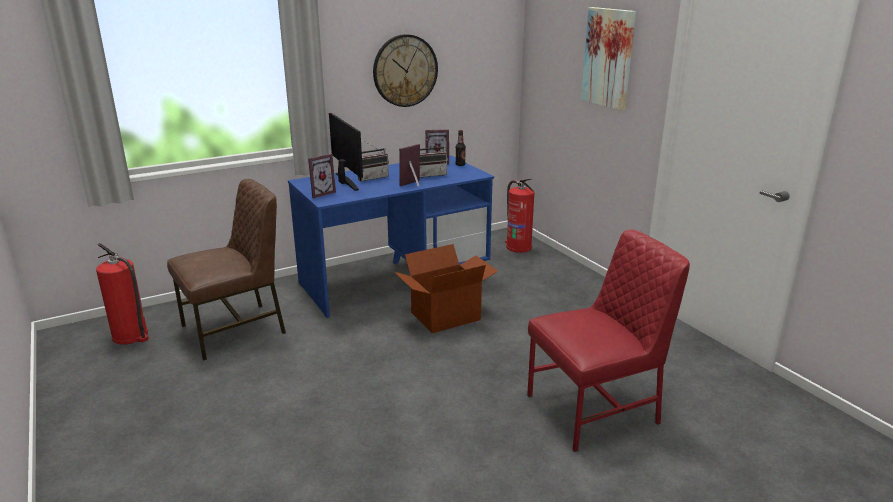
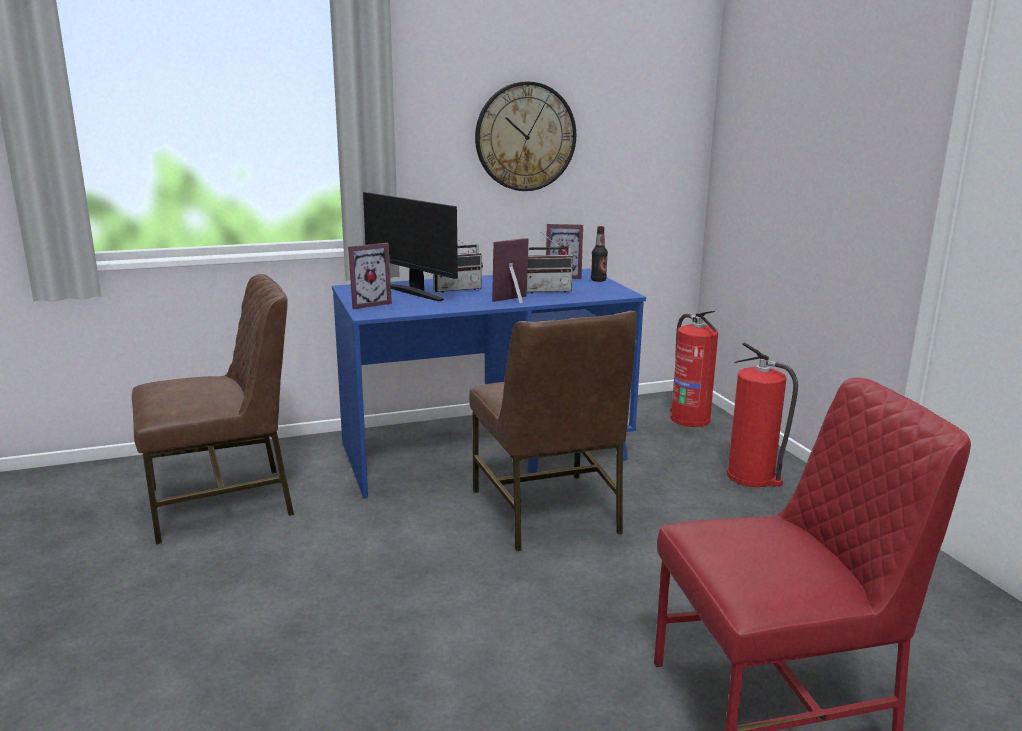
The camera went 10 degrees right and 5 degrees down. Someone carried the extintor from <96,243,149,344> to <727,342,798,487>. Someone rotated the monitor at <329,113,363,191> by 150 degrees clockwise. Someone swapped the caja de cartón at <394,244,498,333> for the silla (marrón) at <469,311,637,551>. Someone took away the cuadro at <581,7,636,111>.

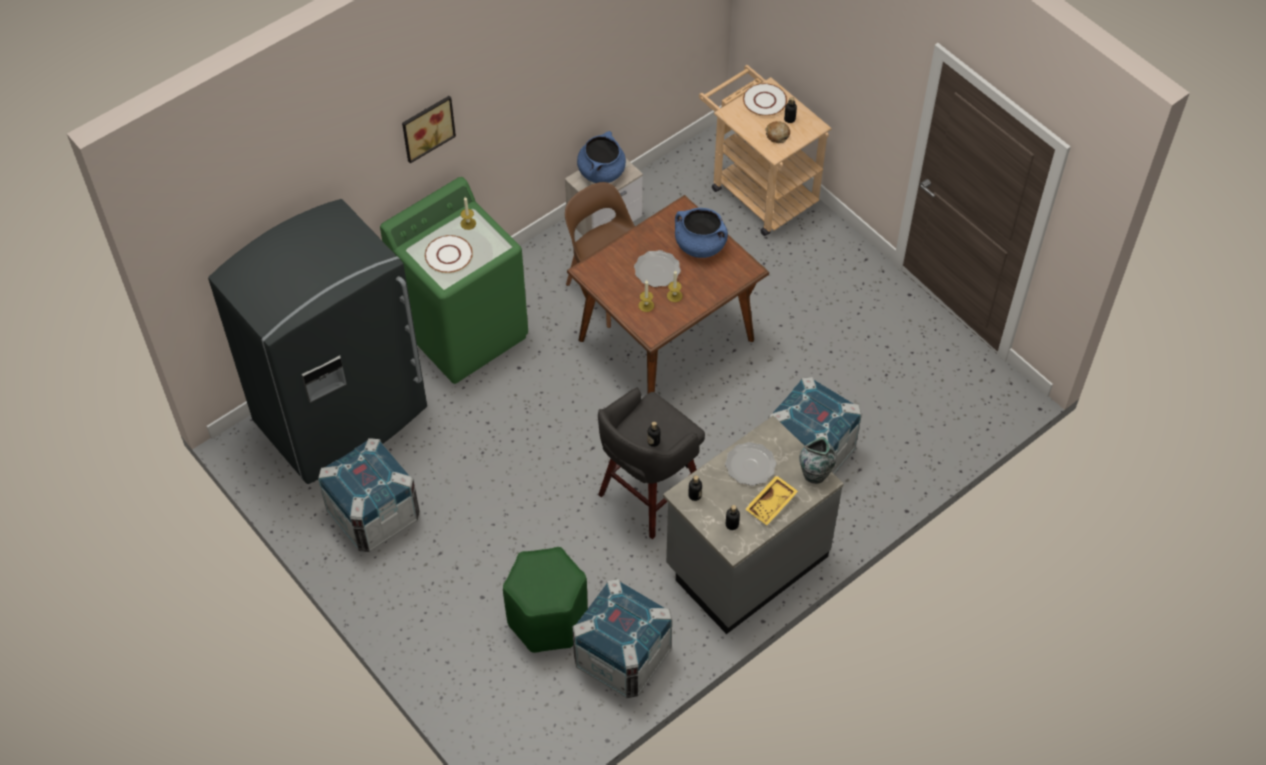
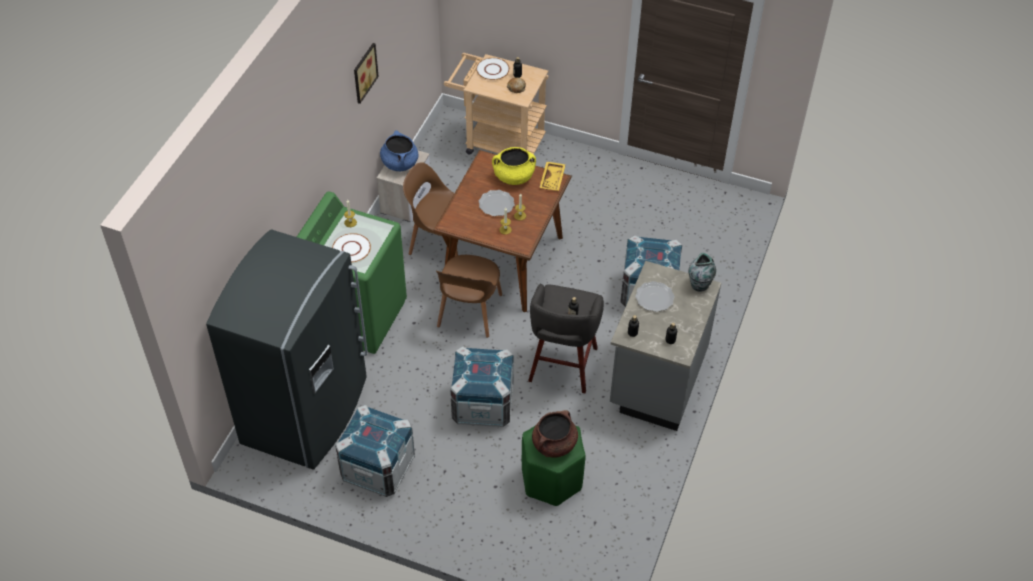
The camera went 30 degrees left and 5 degrees down. Someone carried the cuadro from <402,96,456,163> to <354,43,379,104>. Someone carried the caja de embalaje from <572,579,672,699> to <450,346,514,427>. Someone repainted the olla (azul) at <675,208,728,258>, which became the olla (amarillo) at <492,147,536,185>. Someone carried the bandeja (amarillo) from <745,475,798,525> to <539,161,566,191>. Someone put down the silla (marrón) at <436,255,502,338>. Someone put down the olla (marrón) at <532,410,578,458>.

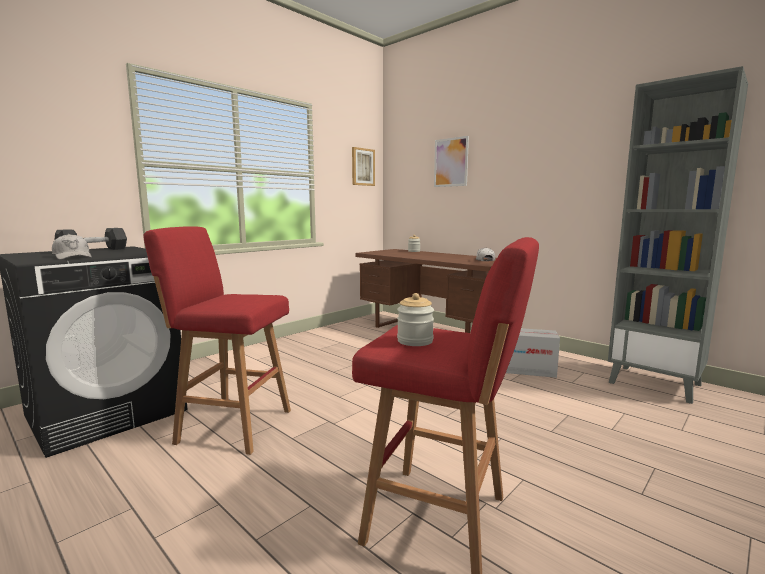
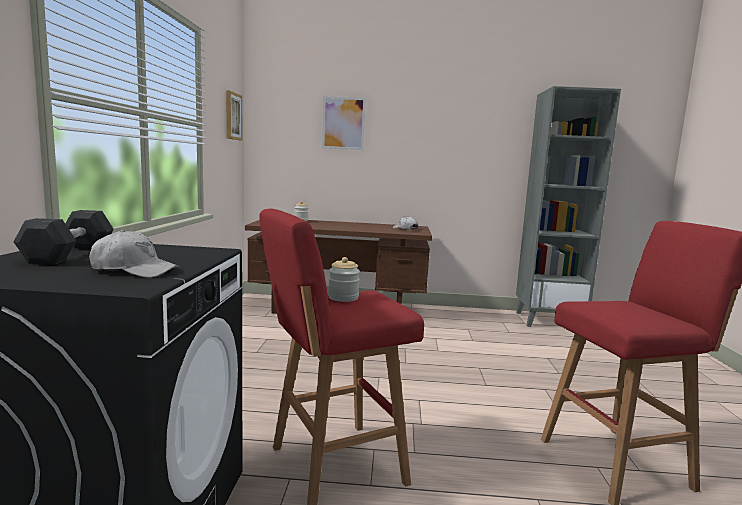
The camera went 40 degrees left and 0 degrees up. Someone carried the tarro from <397,293,434,346> to <328,257,360,302>. Someone took away the caja de cartón at <506,328,560,378>.

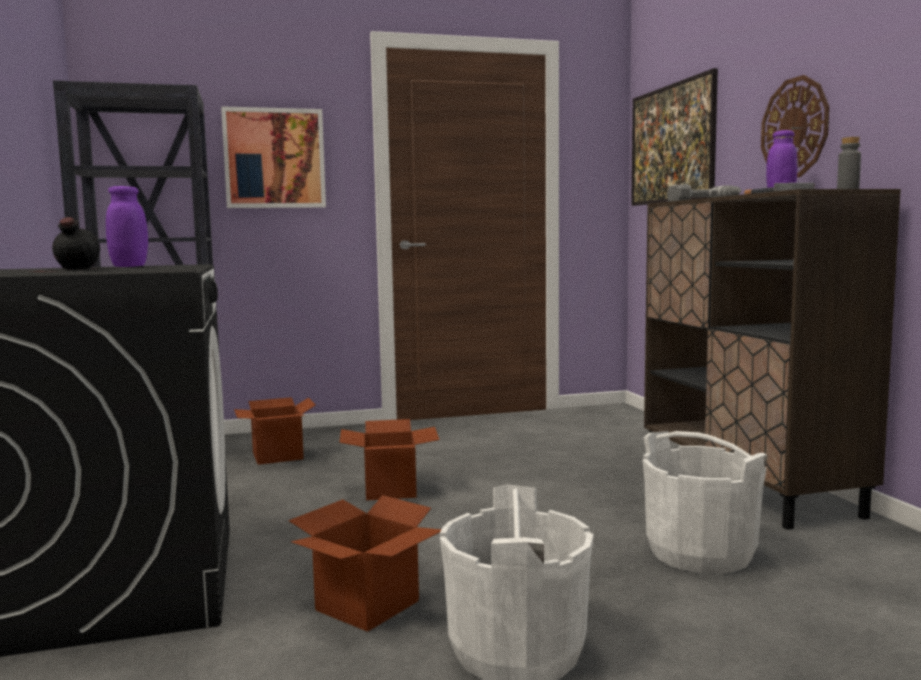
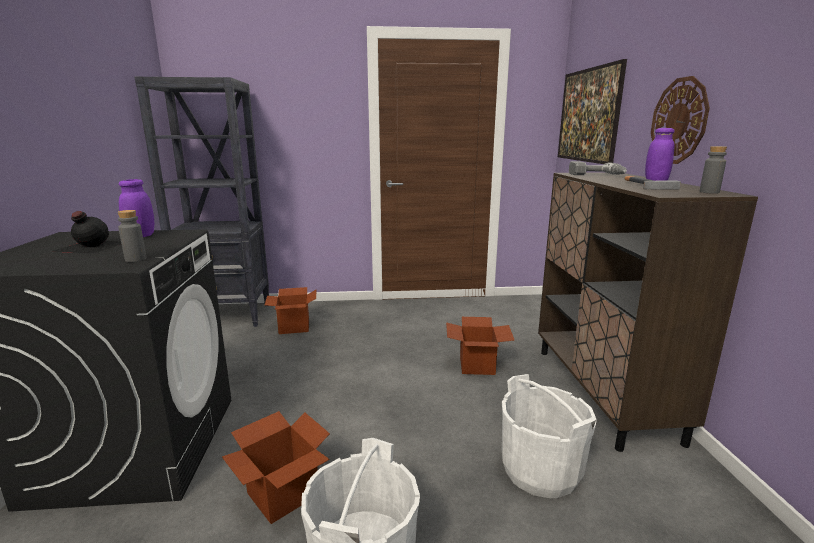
The camera went 10 degrees right and 10 degrees up. Someone took away the cuadro at <221,106,326,208>. Someone carried the caja de cartón from <339,419,439,500> to <446,317,514,375>. Someone put down the botella (gris) at <118,210,147,262>.

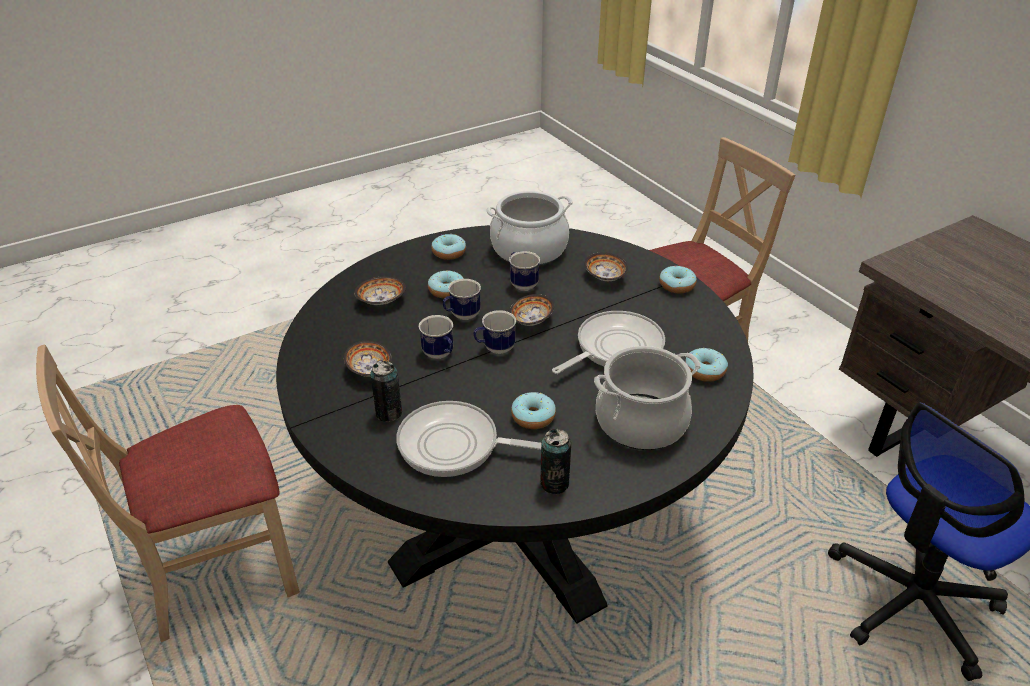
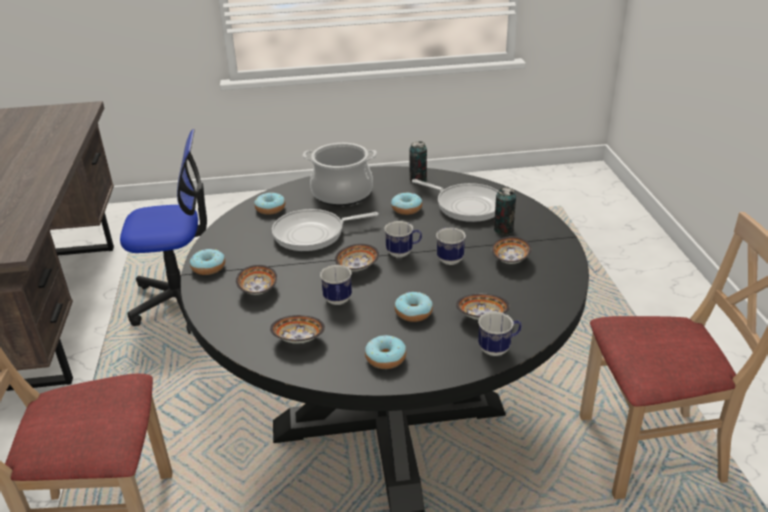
The camera went 155 degrees left and 5 degrees down. Someone carried the taza grande from <443,279,481,320> to <478,311,522,356>. Someone swapped the olla at <486,191,573,266> for the cuenco at <270,315,325,344>.

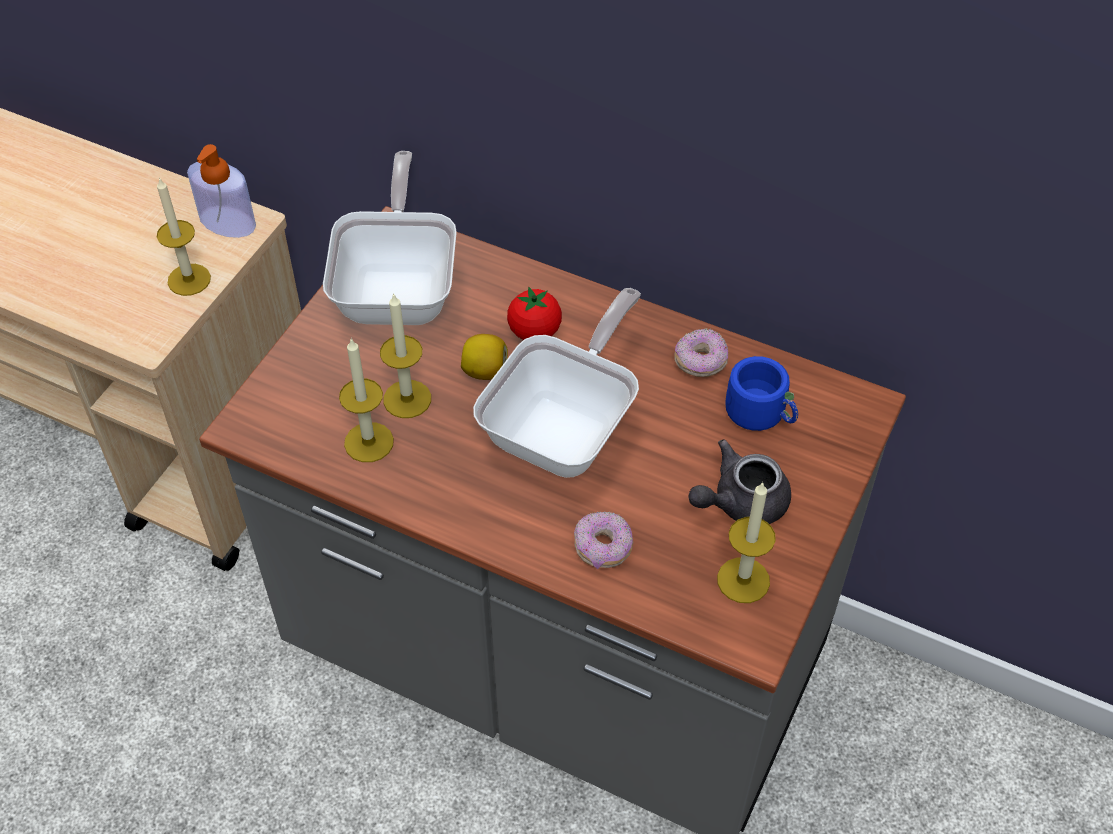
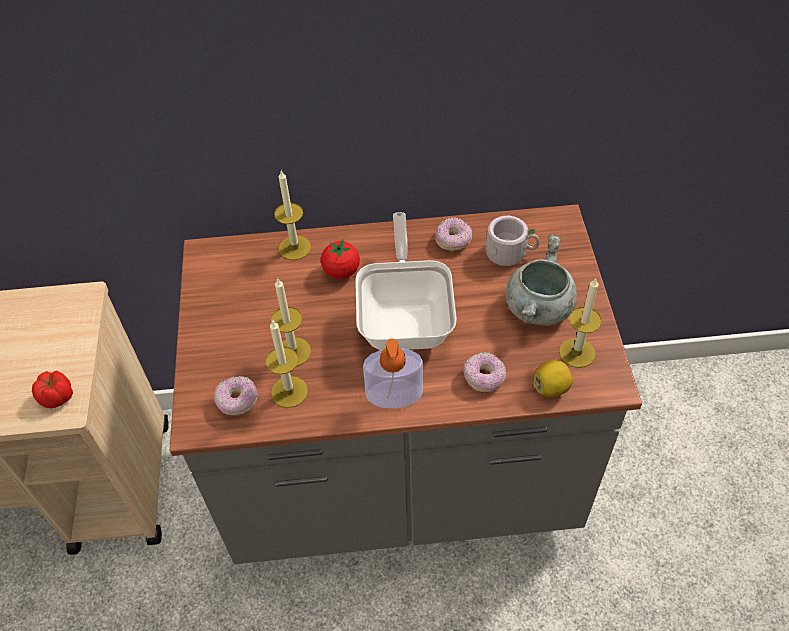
The camera went 30 degrees left and 0 degrees up. Someone carried the vela from <157,177,211,296> to <274,171,311,260>. Someone carried the dispensador de jabón from <187,144,256,238> to <363,339,423,409>. Someone took away the sartén at <323,151,457,325>. Someone carried the limón from <461,334,508,380> to <533,359,573,397>. Someone swapped the tetera (gris) at <688,439,791,524> for the olla (gris) at <506,234,577,326>. Someone repainted the taza grande (azul) at <725,356,798,431>, which became the taza grande (gris) at <485,216,540,266>. Someone put down the tomate at <32,371,73,408>. Someone put down the rosquilla at <214,376,258,415>.

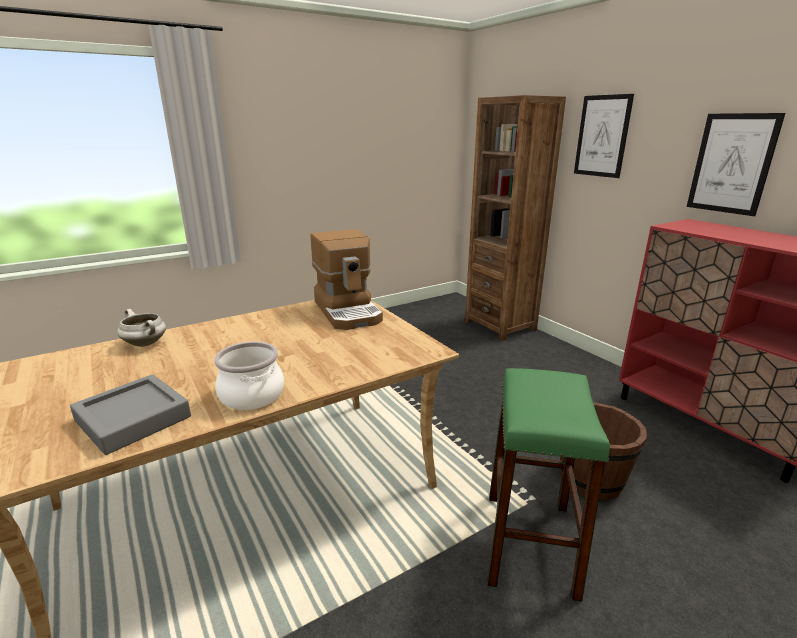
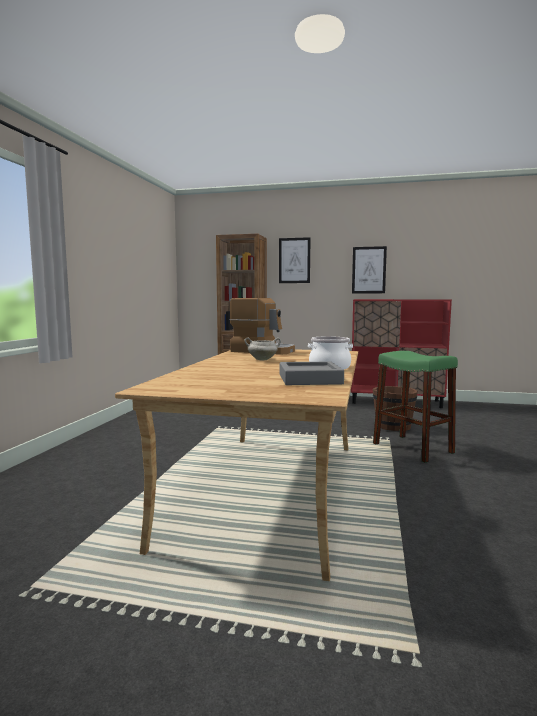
The camera went 45 degrees left and 15 degrees down. Someone carried the olla (blanco) from <117,309,166,347> to <245,338,281,361>.

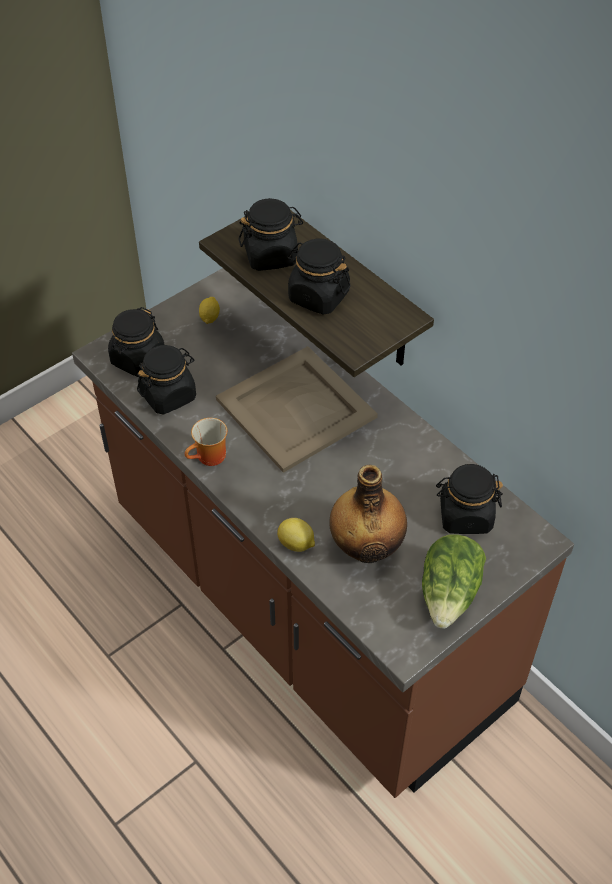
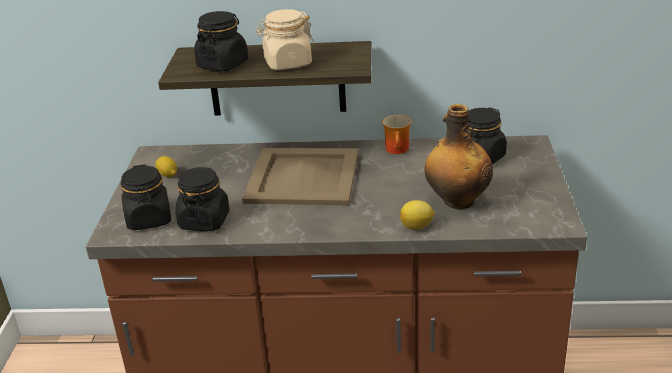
The camera went 45 degrees left and 20 degrees down. Someone carried the taza grande from <185,418,227,466> to <382,115,412,154>. Someone repainted the tarro (negro) at <287,238,350,315>, which became the tarro (beis) at <256,9,314,70>. Someone took away the lechuga at <422,535,486,629>.

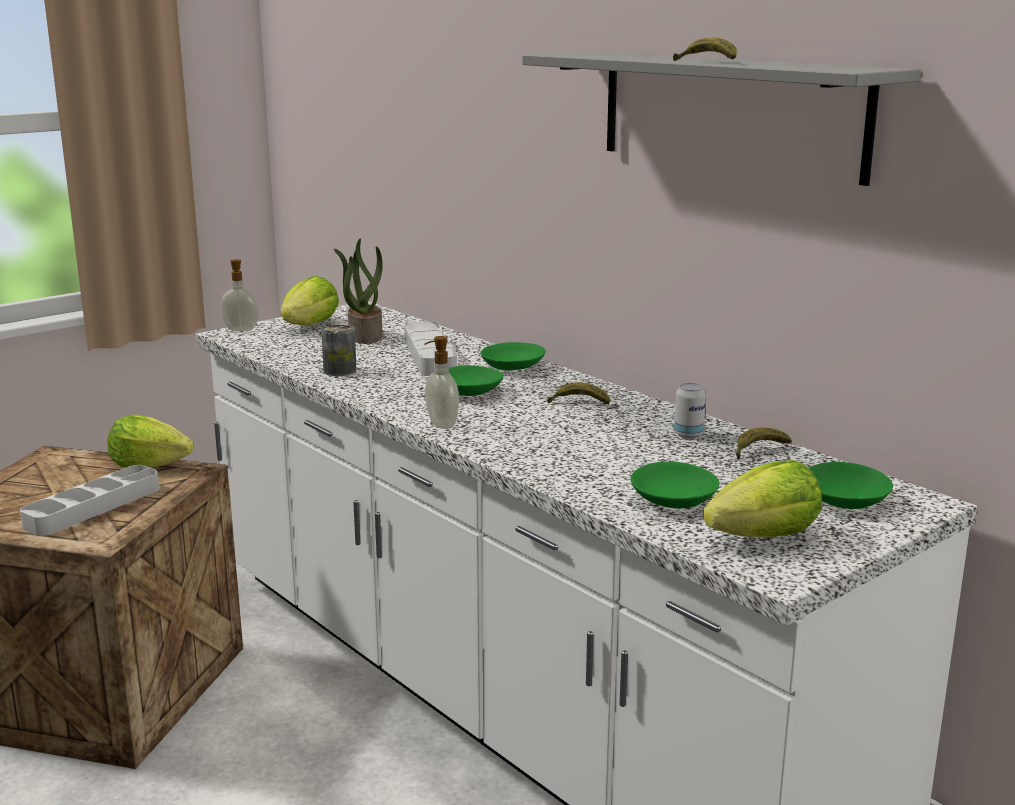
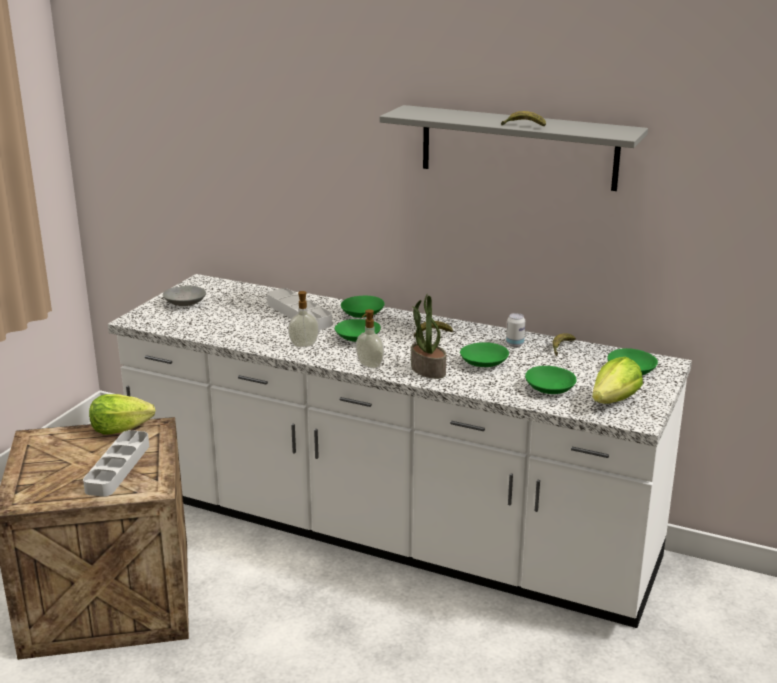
The camera went 25 degrees left and 5 degrees up. Someone carried the dispensador de jabón from <220,259,259,331> to <288,291,319,347>. Someone swapped the lechuga at <281,276,339,325> for the cuenco (gris) at <163,285,206,306>. Someone took away the lata at <321,325,357,376>. Someone carried the planta en maceta from <334,238,383,344> to <411,294,446,379>. Someone put down the cuenco (verde) at <460,342,509,367>.

